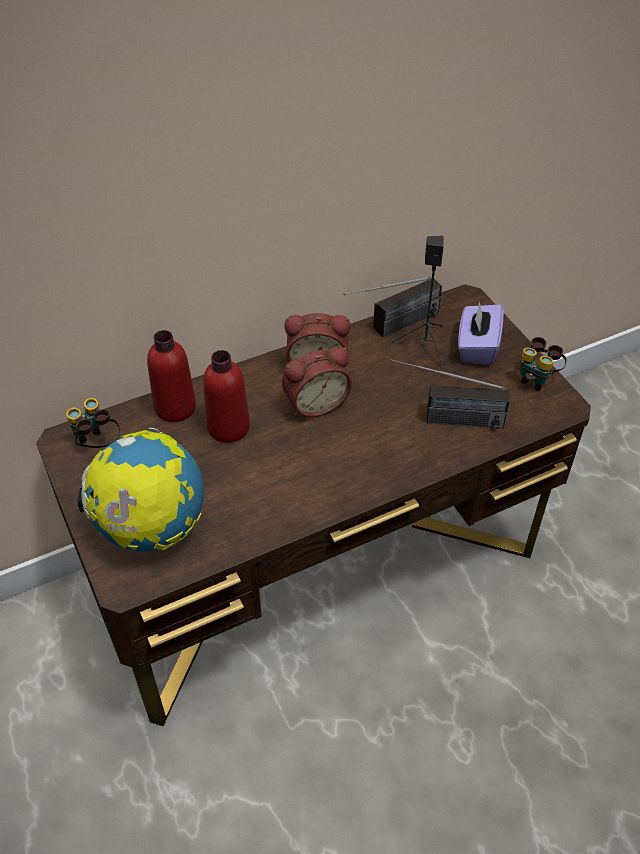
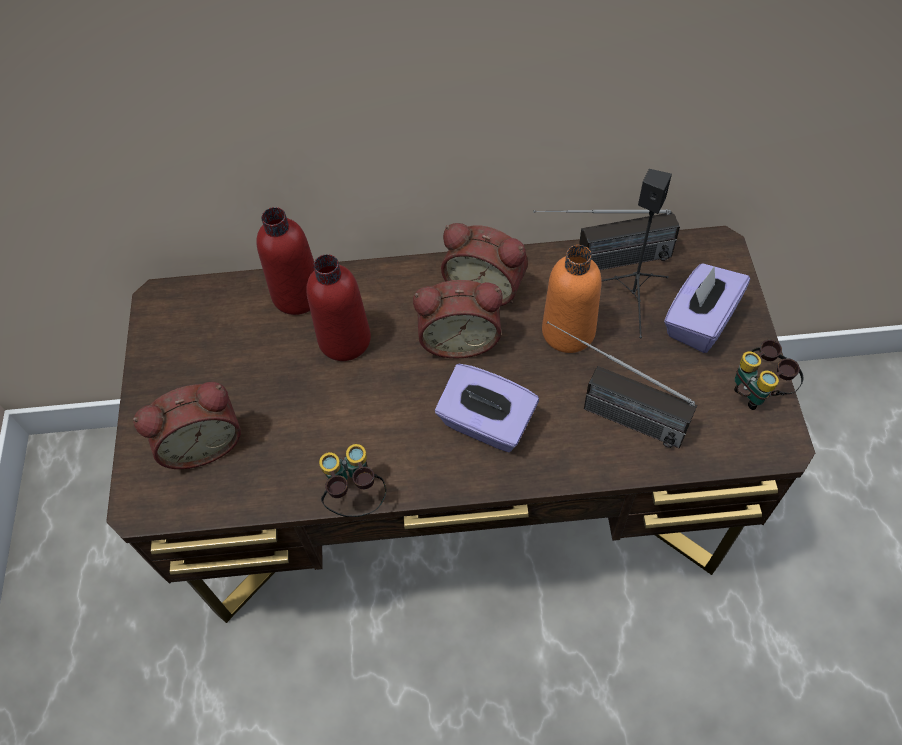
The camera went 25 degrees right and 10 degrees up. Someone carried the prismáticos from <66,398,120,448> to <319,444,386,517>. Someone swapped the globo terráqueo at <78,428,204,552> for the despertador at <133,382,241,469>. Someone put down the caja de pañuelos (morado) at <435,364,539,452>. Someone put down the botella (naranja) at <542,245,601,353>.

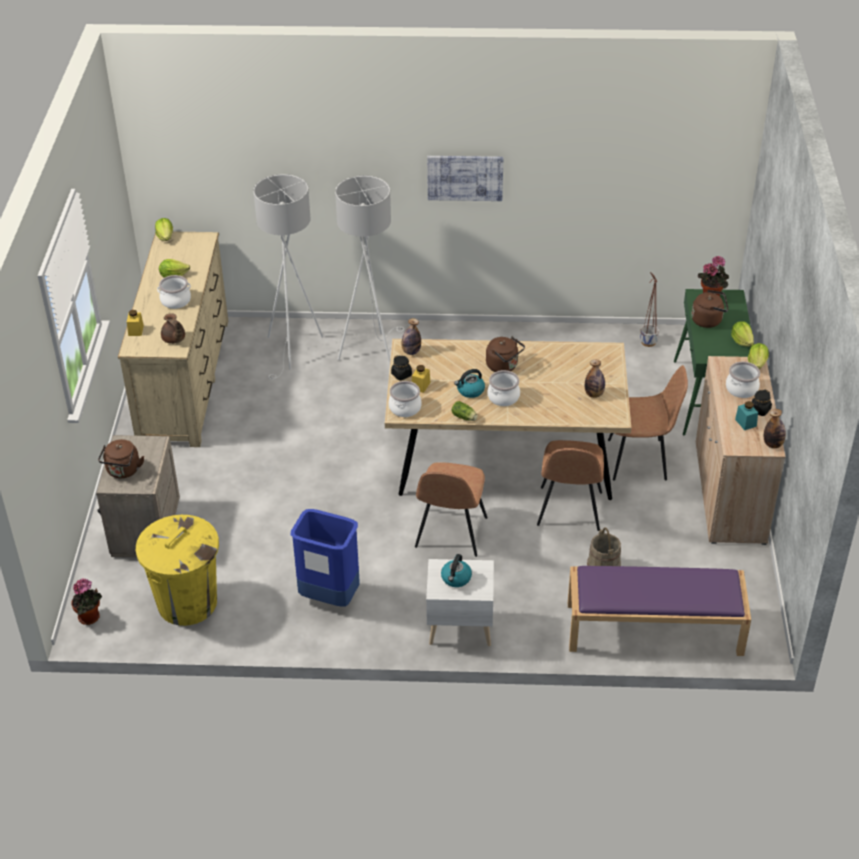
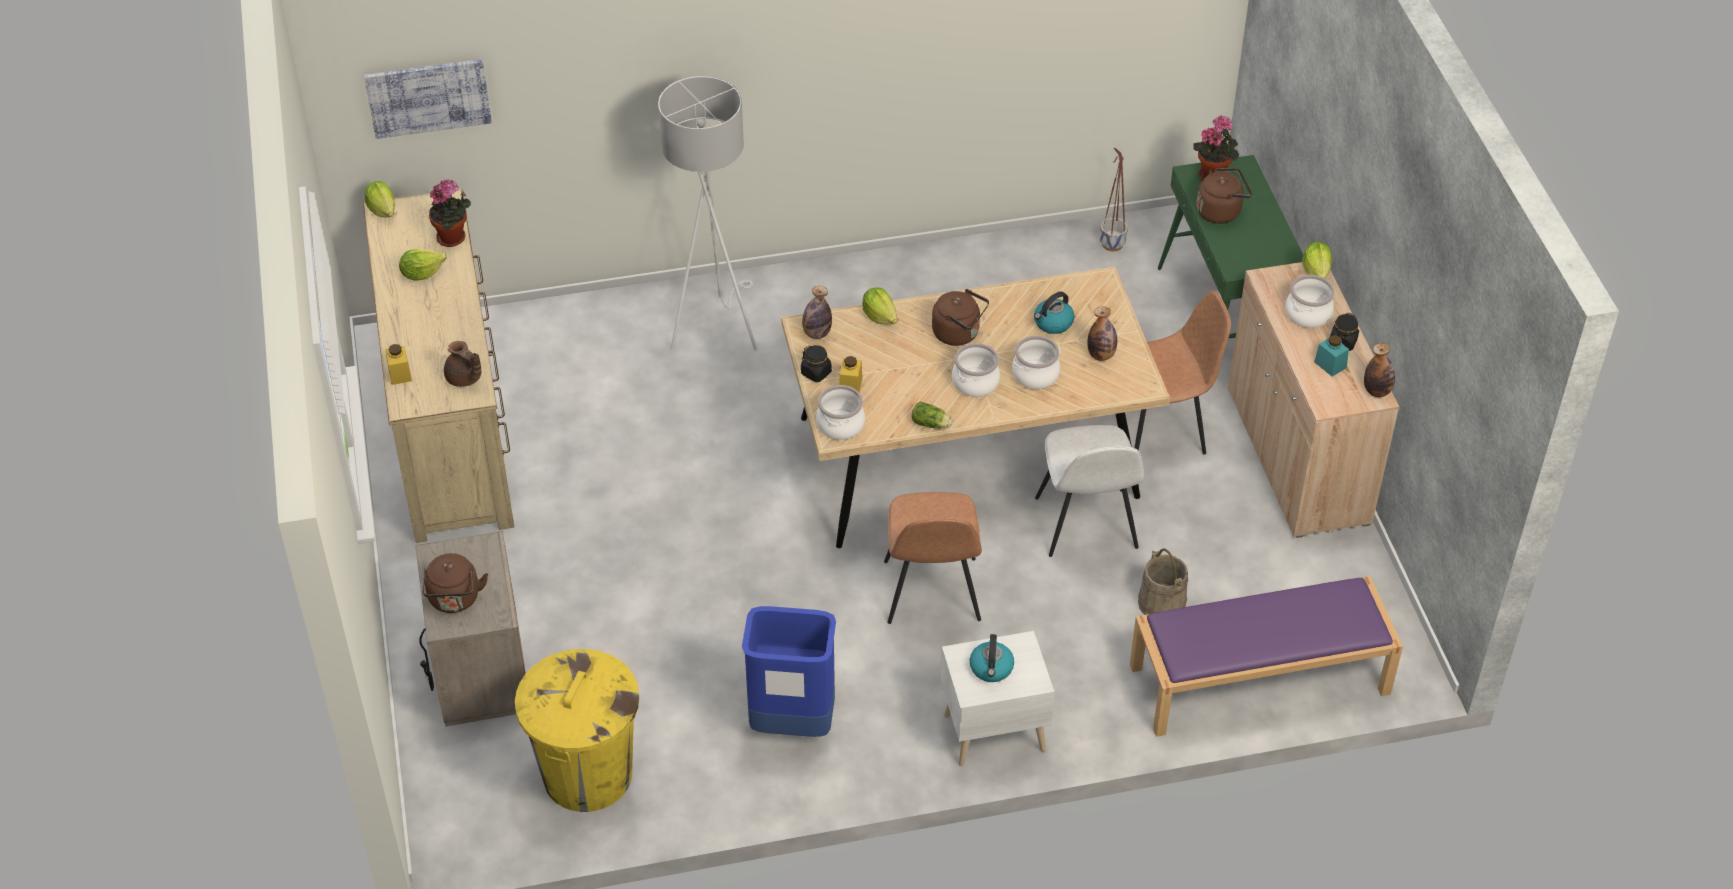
The camera went 15 degrees left and 5 degrees up. Someone carried the planta en maceta from <71,578,102,625> to <429,179,471,247>. Someone carried the olla from <157,275,191,309> to <1012,336,1060,389>. Someone took away the lámpara de pie (blanco) at <253,174,323,380>. Someone carried the cuadro from <427,156,503,201> to <364,59,492,139>. Someone carried the hervidor from <454,369,485,398> to <1034,292,1075,334>. Someone repainted the silla (marrón) at <537,440,604,531>, which became the silla (blanco) at <1035,425,1144,557>. Someone carried the lechuga from <731,321,754,346> to <862,287,898,325>.

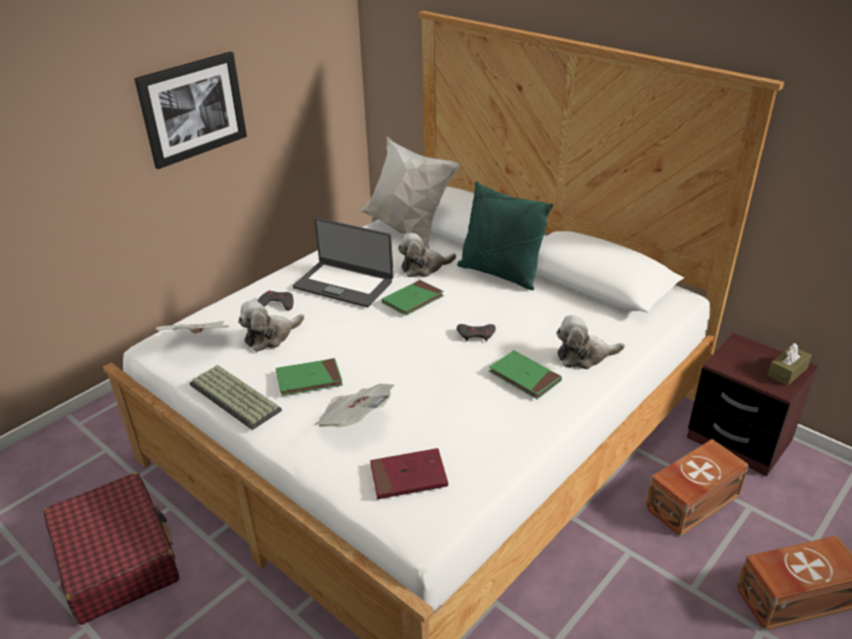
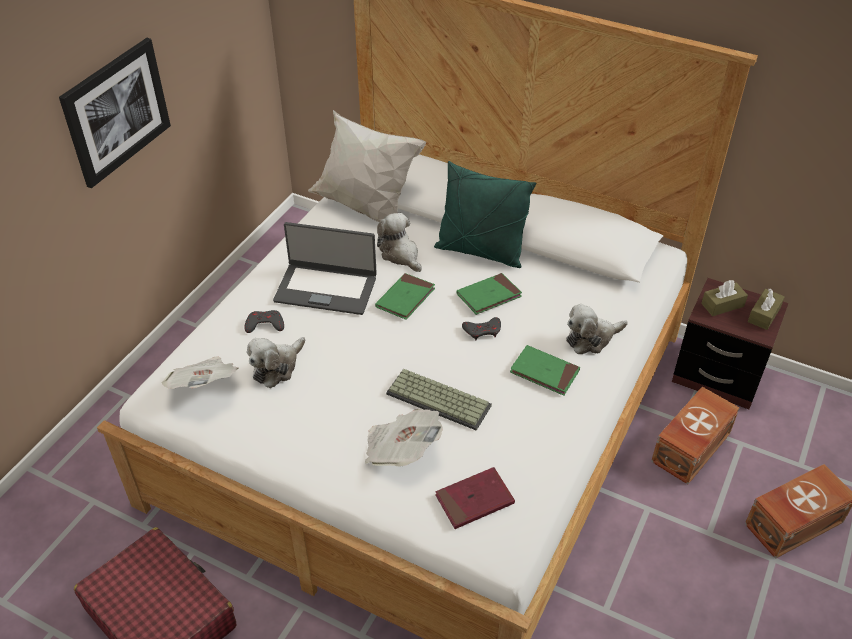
The camera went 15 degrees left and 10 degrees up. Someone carried the teclado from <190,365,282,430> to <386,369,492,431>. Someone carried the libro (verde) from <276,358,343,396> to <457,273,522,315>. Someone rotated the peluche at <398,233,456,277> by 90 degrees clockwise. Someone put down the caja de pañuelos (marrón) at <701,280,748,316>.

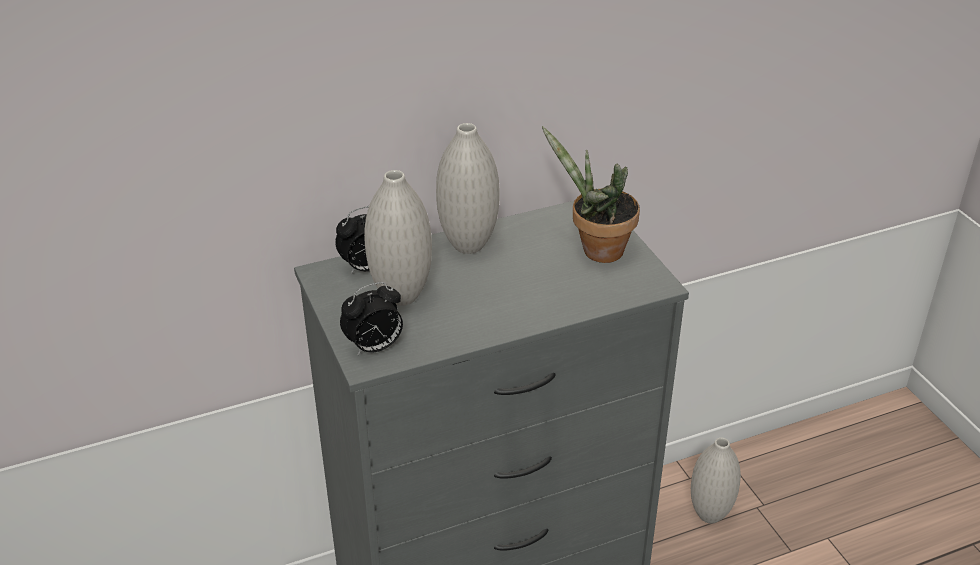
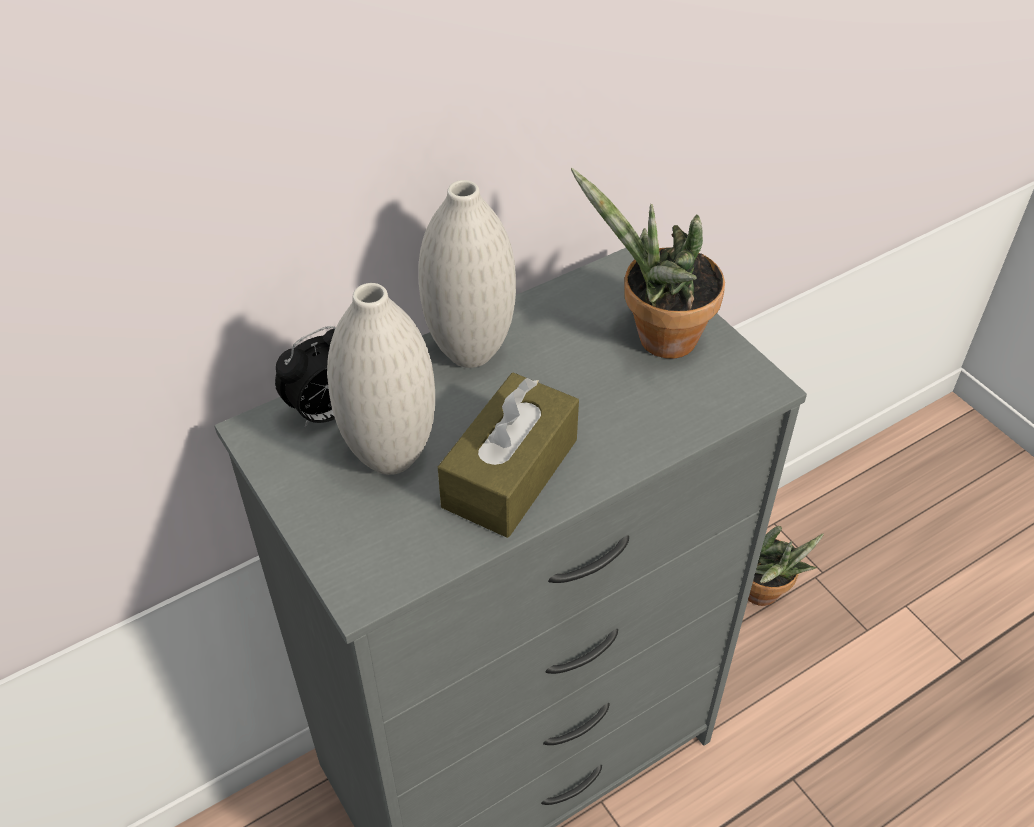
The camera went 10 degrees left and 10 degrees up. Someone took away the despertador at <340,282,403,356>. Someone swapped the florero (blanco) at <691,437,741,524> for the planta en maceta at <748,526,824,606>. Someone put down the caja de pañuelos (marrón) at <438,373,579,538>.

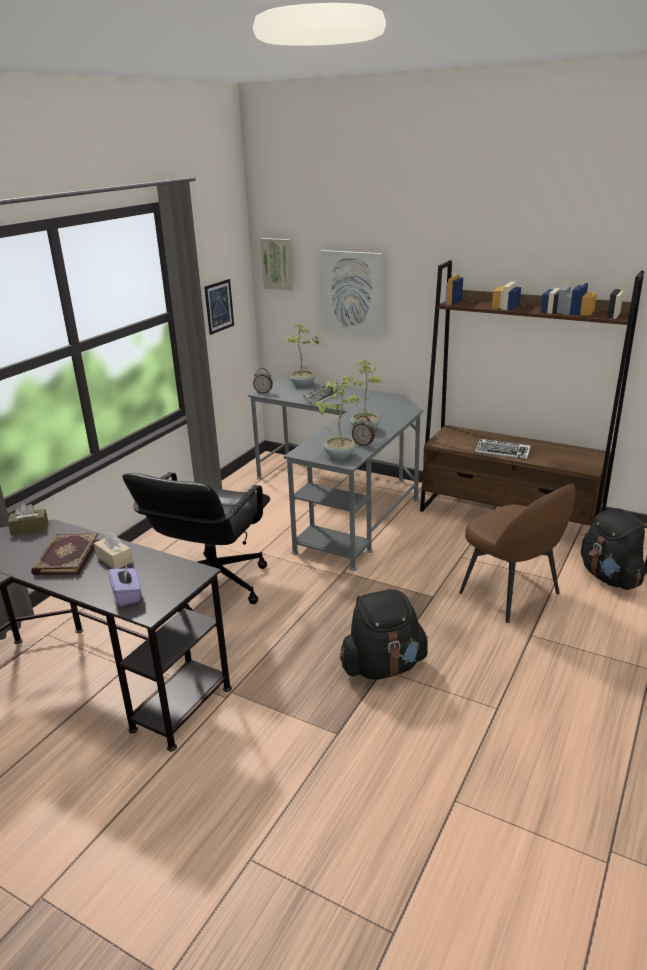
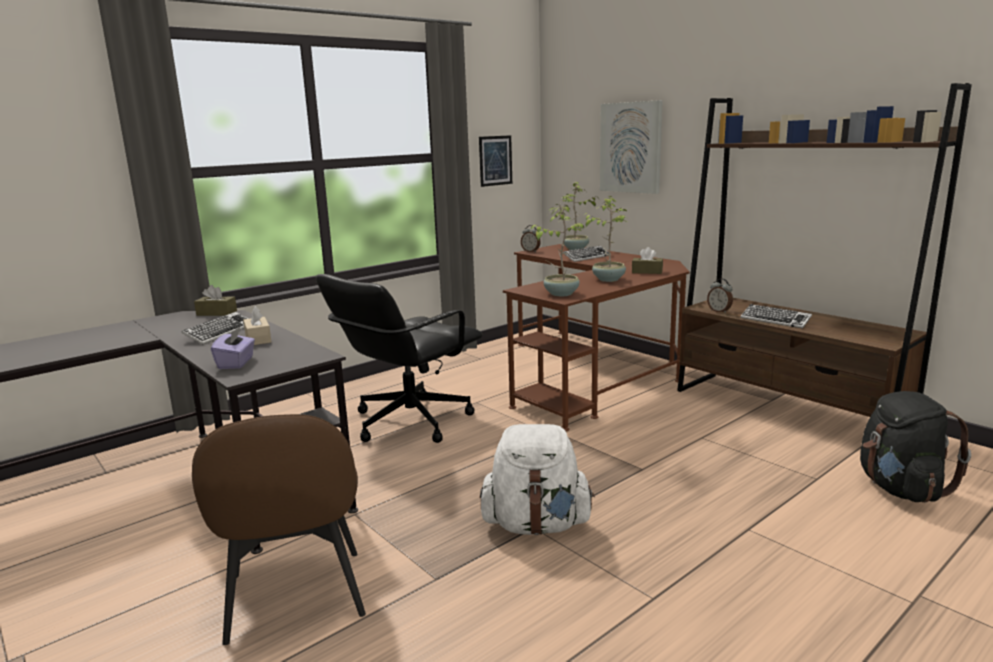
The camera went 20 degrees right and 10 degrees down. Someone swapped the libro at <31,533,99,575> for the teclado at <182,312,248,345>. Someone repainted the escritorio (gris) at <248,377,423,571>, which became the escritorio (marrón) at <503,244,690,431>. Someone took away the cuadro at <260,238,294,291>. Someone repainted the mochila (negro) at <340,589,428,680>, which became the mochila (blanco) at <480,424,595,535>. Someone carried the despertador from <352,416,375,446> to <707,278,733,313>. Someone carried the silla (marrón) from <459,484,575,623> to <192,414,366,645>. Someone put down the caja de pañuelos (marrón) at <632,247,663,274>.

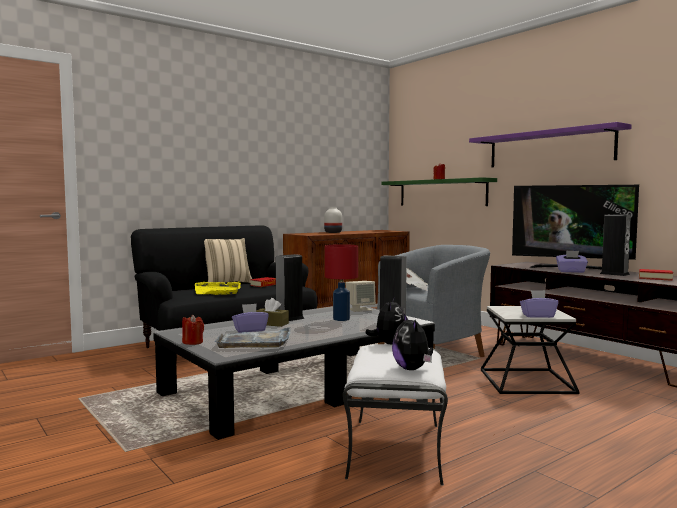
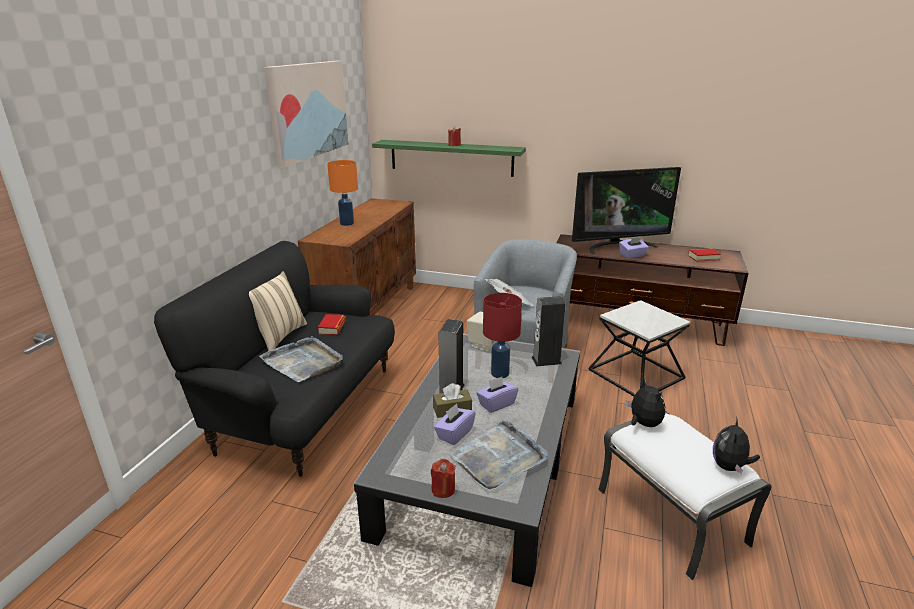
The camera went 35 degrees left and 20 degrees up. Someone repainted the bandeja (amarillo) at <195,281,241,295>, which became the bandeja (gris) at <259,336,343,382>. Someone swapped the florero (blanco) at <324,207,342,233> for the lámpara de mesa (naranja) at <327,160,358,226>. Someone rotated the peluche at <392,314,433,370> by 75 degrees clockwise. Someone took away the estante (morado) at <469,122,632,167>. Someone carried the caja de pañuelos (morado) from <520,290,559,318> to <476,377,518,413>. Someone took away the altavoz at <600,214,631,276>. Someone put up the cuadro at <264,61,349,168>.

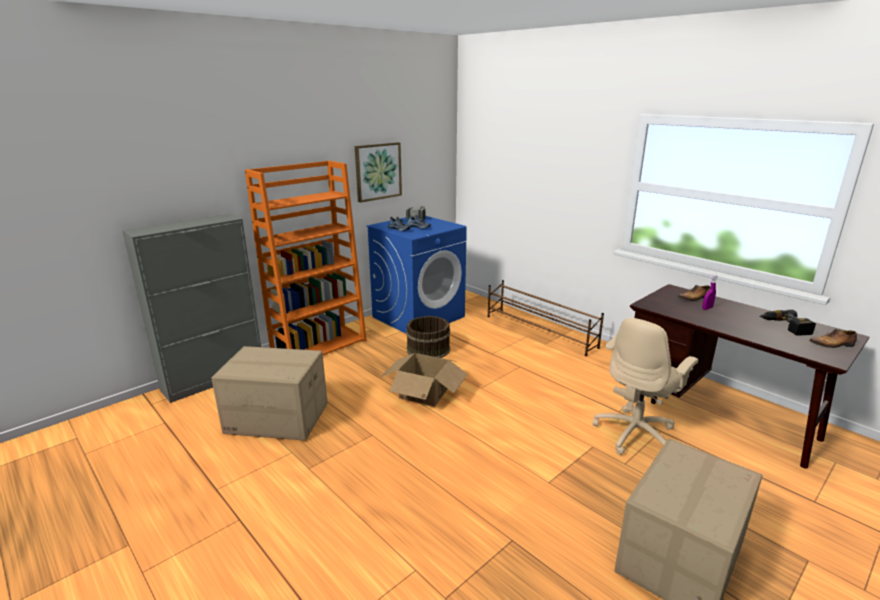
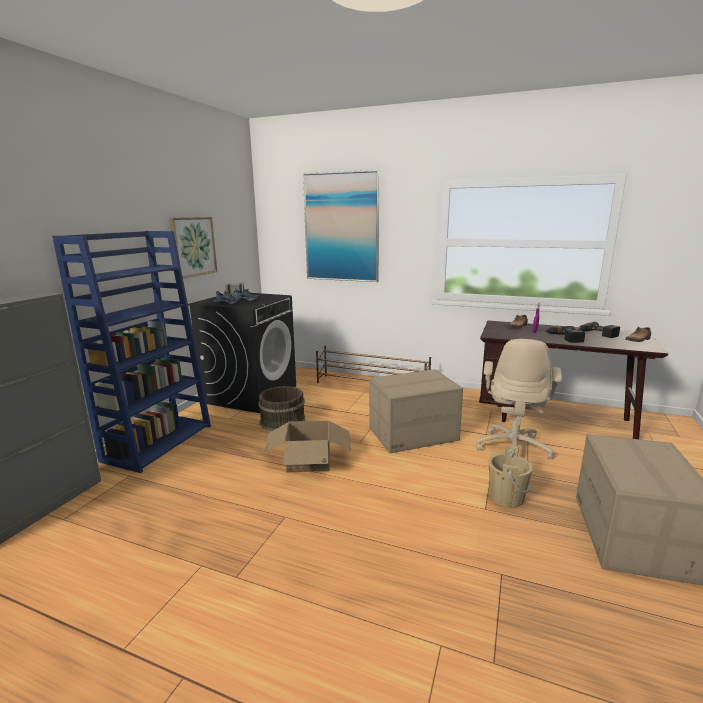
The camera went 25 degrees left and 5 degrees down. Someone carried the caja de cartón from <211,346,328,441> to <369,369,463,453>. Someone repainted the estantería (naranja) at <245,161,367,355>, which became the estantería (azul) at <52,231,211,473>. Someone repainted the lavadora (azul) at <366,216,467,334>, which became the lavadora (negro) at <188,293,296,413>. Someone put up the cuadro at <303,170,379,282>. Someone put down the cubo (beis) at <489,445,533,508>. Someone put down the taladro at <544,326,585,343>.

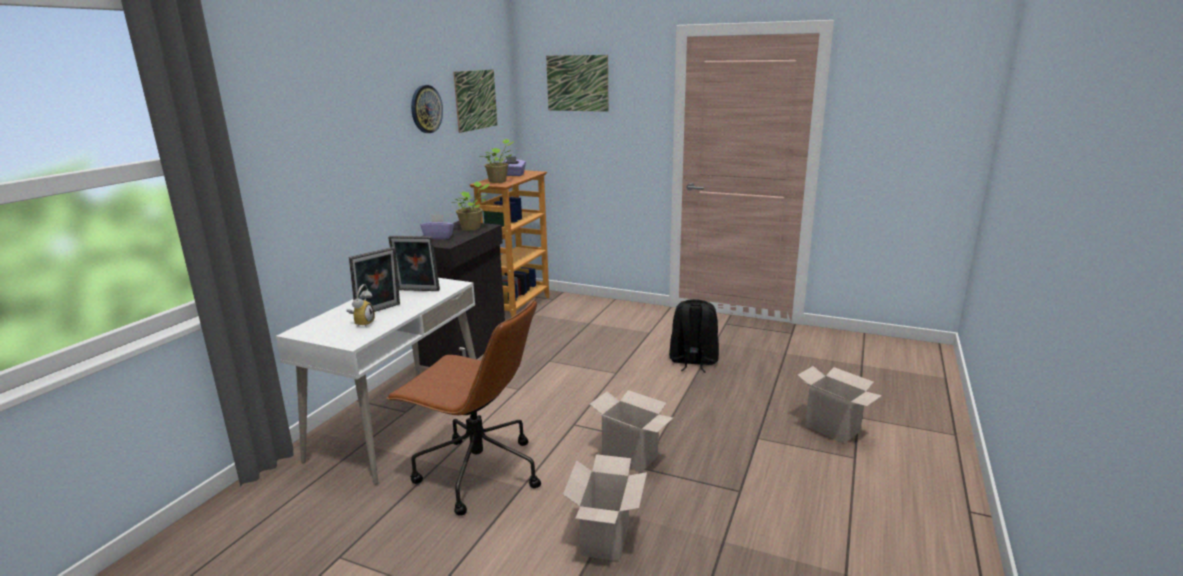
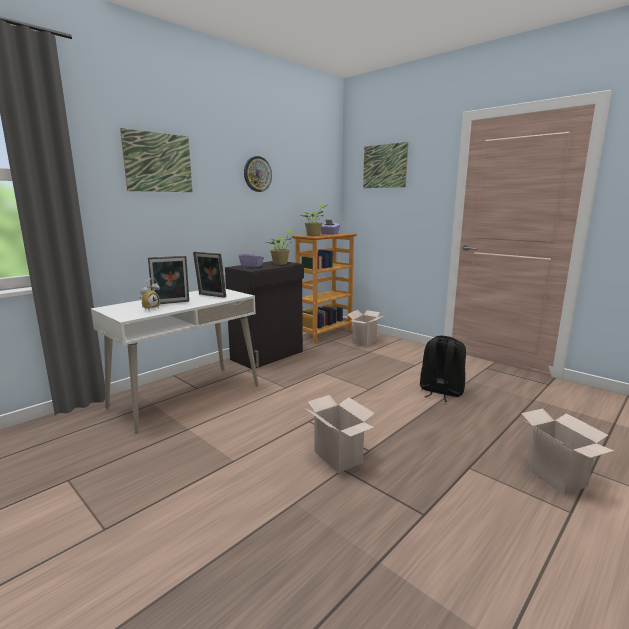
The camera went 20 degrees right and 5 degrees down. Someone took away the silla de oficina (marrón) at <386,299,541,516>. Someone carried the cuadro from <453,69,497,133> to <120,128,193,192>. Someone carried the caja de cartón from <563,454,647,561> to <347,310,383,347>.

